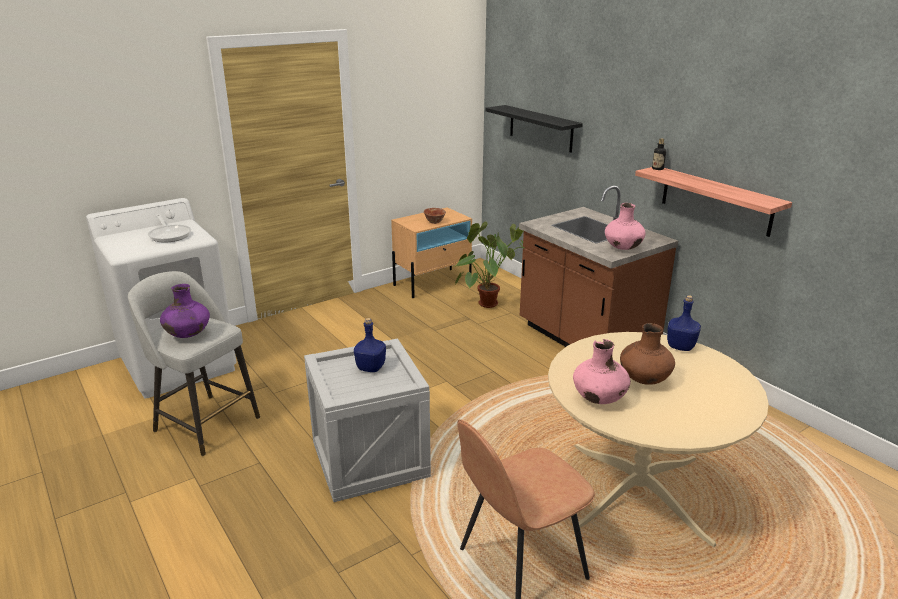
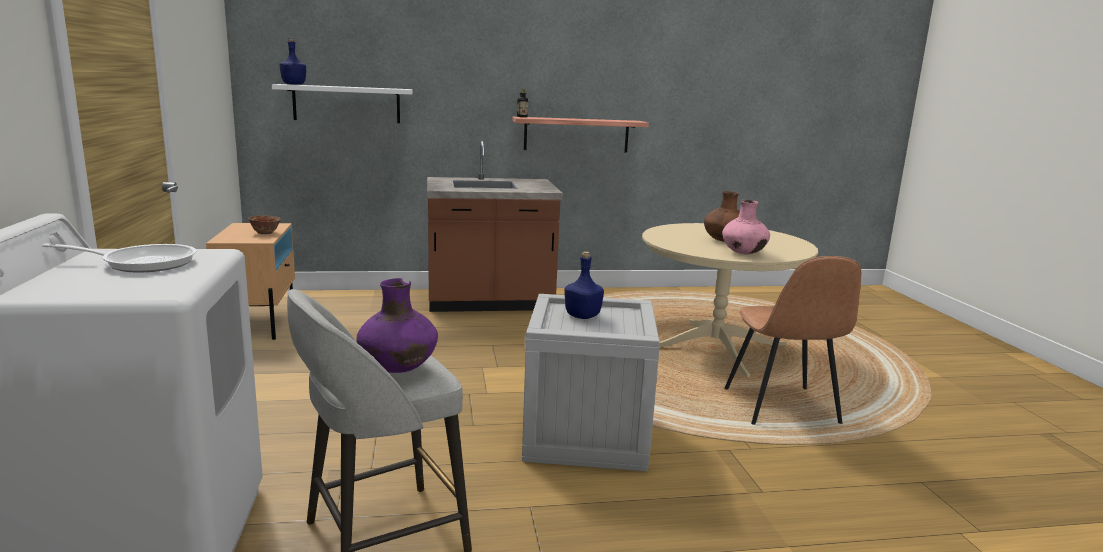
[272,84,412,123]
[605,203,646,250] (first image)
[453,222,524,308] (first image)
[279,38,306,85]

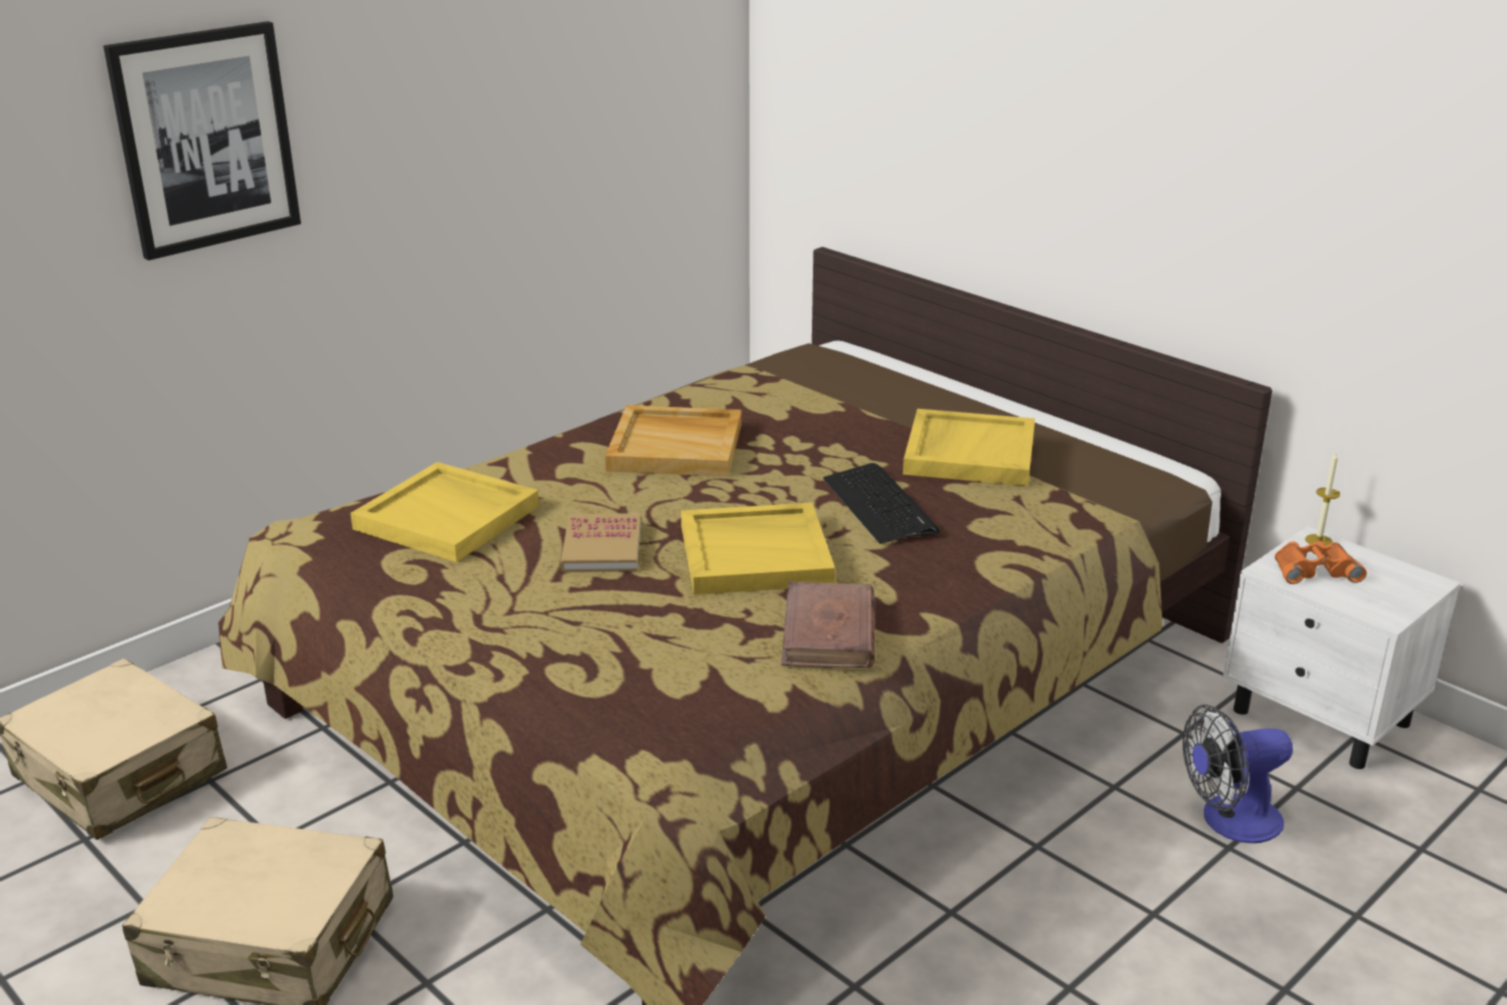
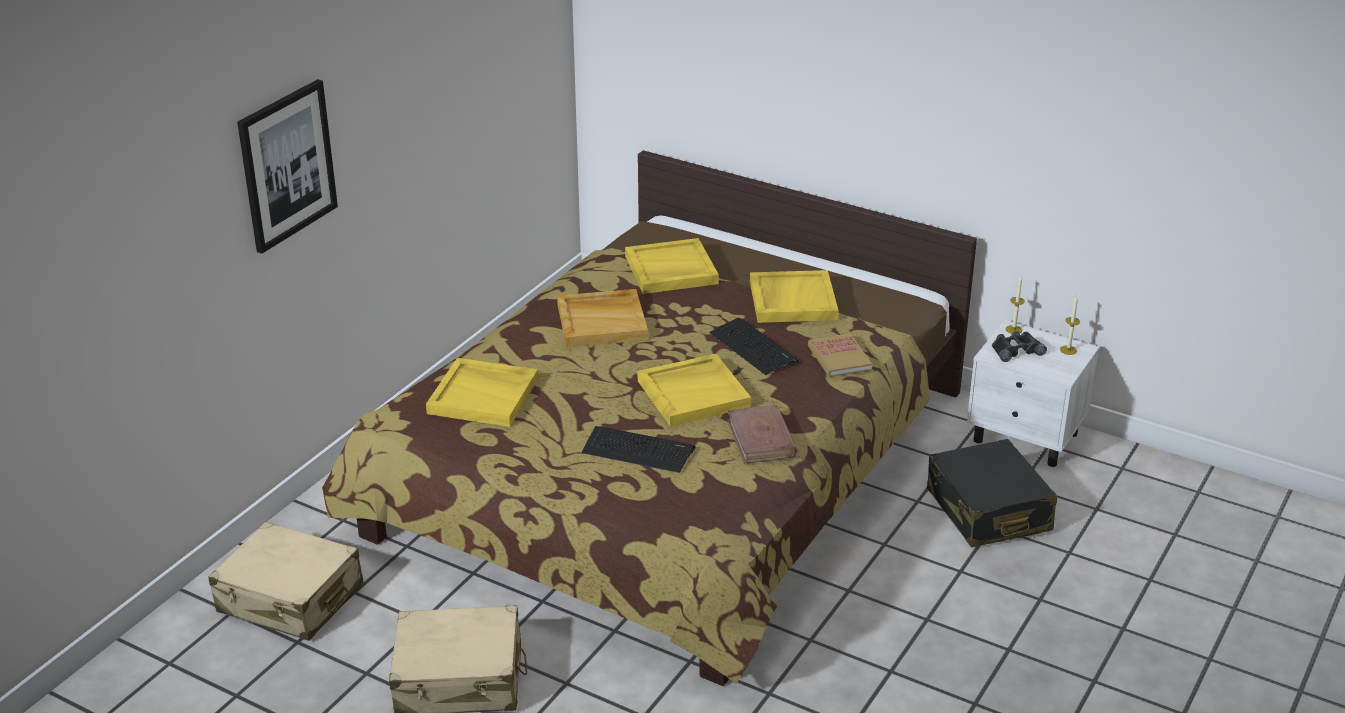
[808,333,872,377]
[992,331,1047,362]
[927,439,1057,547]
[625,238,719,294]
[1060,296,1080,355]
[582,426,696,473]

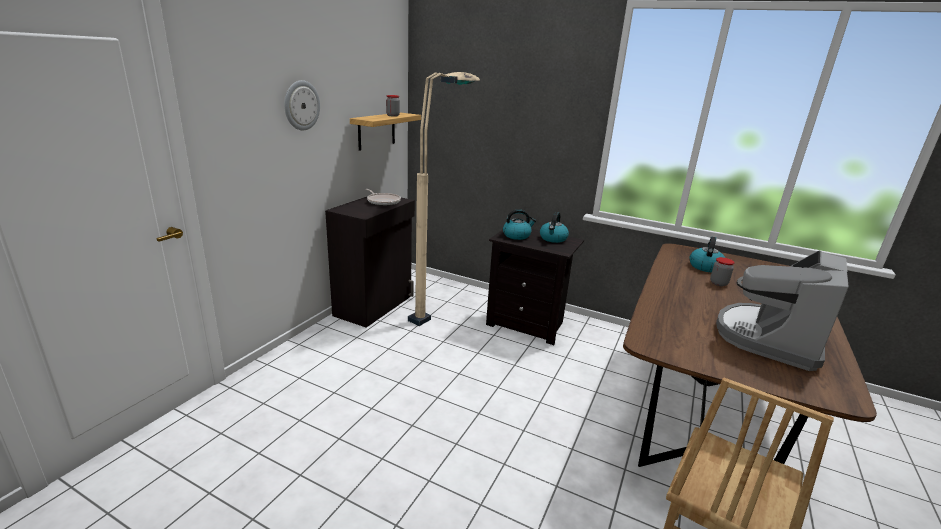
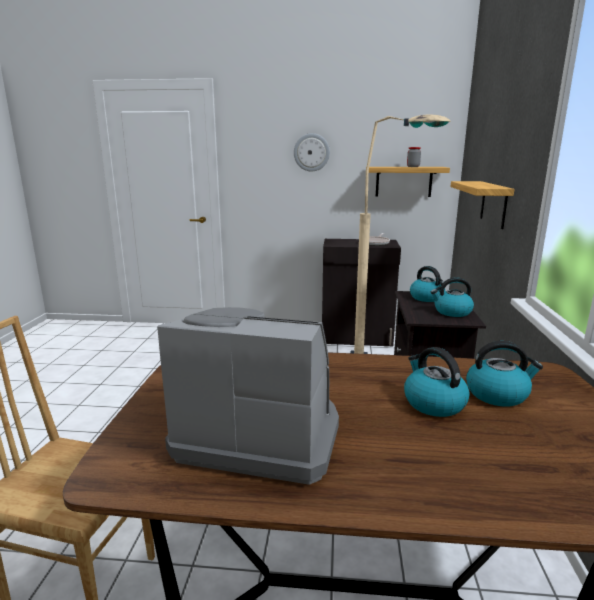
[404,347,470,417]
[450,181,515,229]

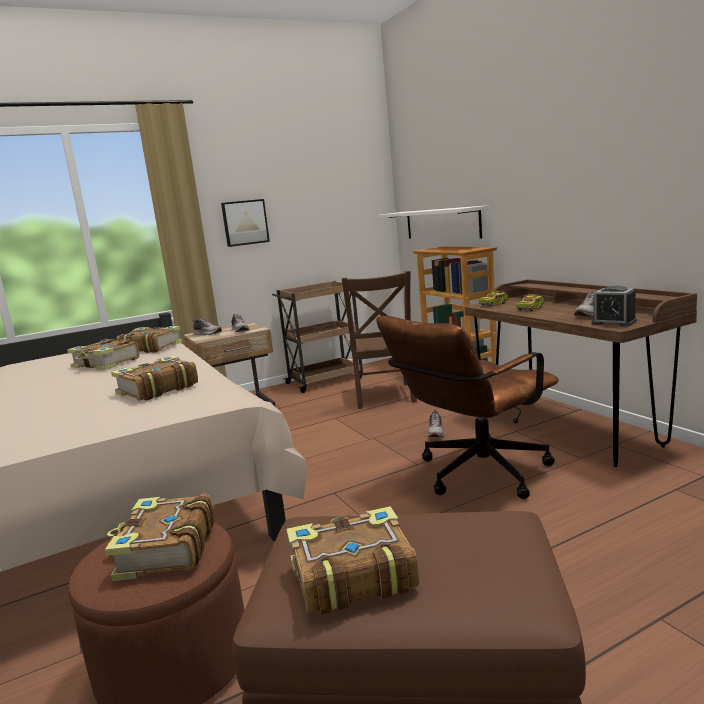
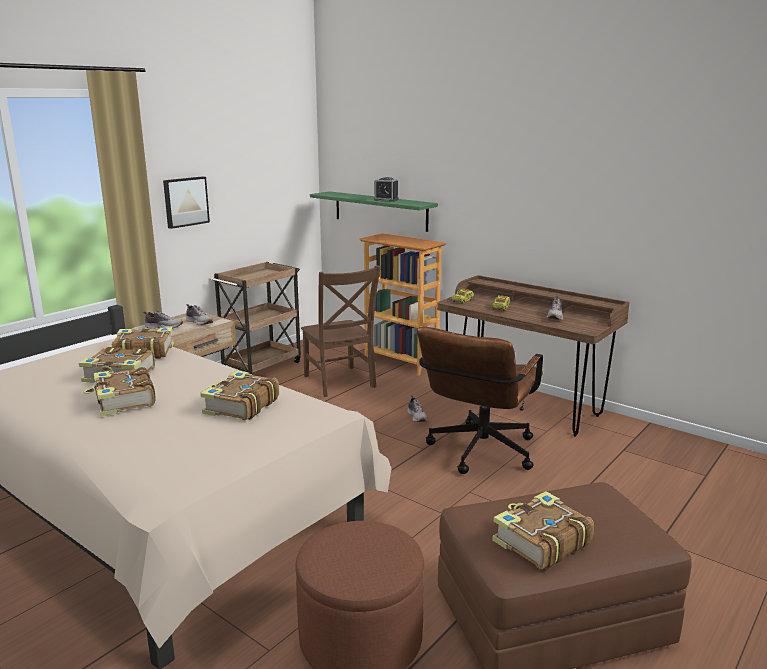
[310,191,438,232]
[373,177,399,202]
[84,367,156,416]

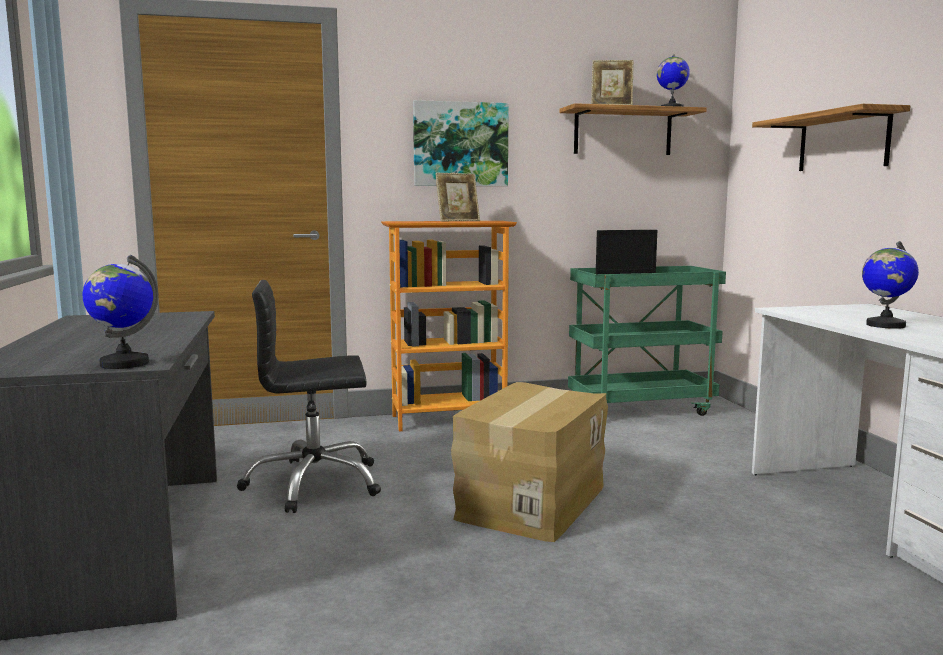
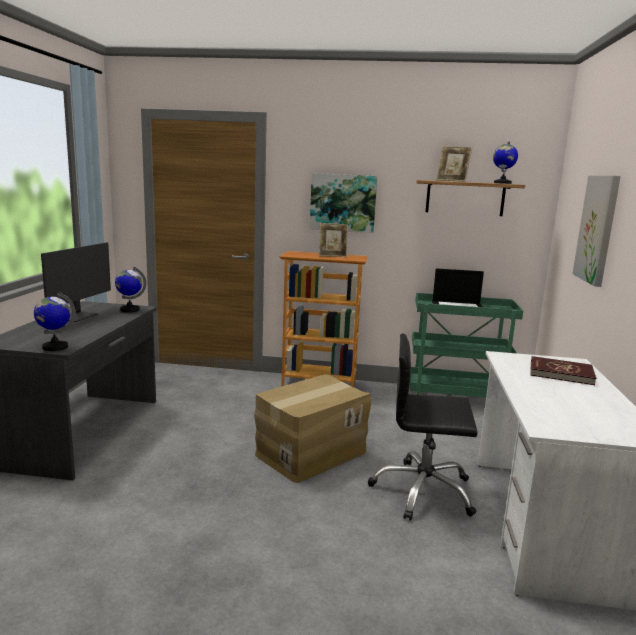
[572,176,621,287]
[115,267,146,312]
[368,333,478,521]
[41,242,111,322]
[530,356,596,385]

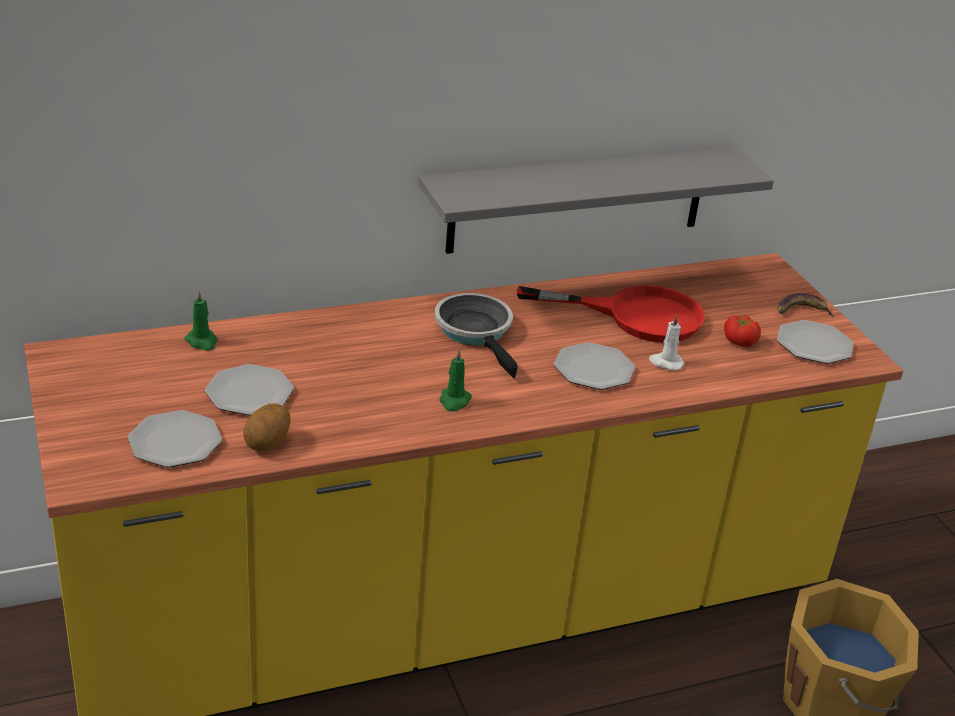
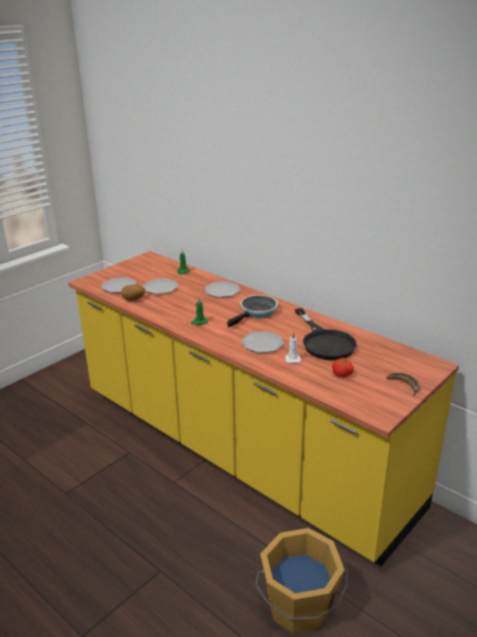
[418,147,774,254] (first image)
[295,308,357,360]
[205,281,240,297]

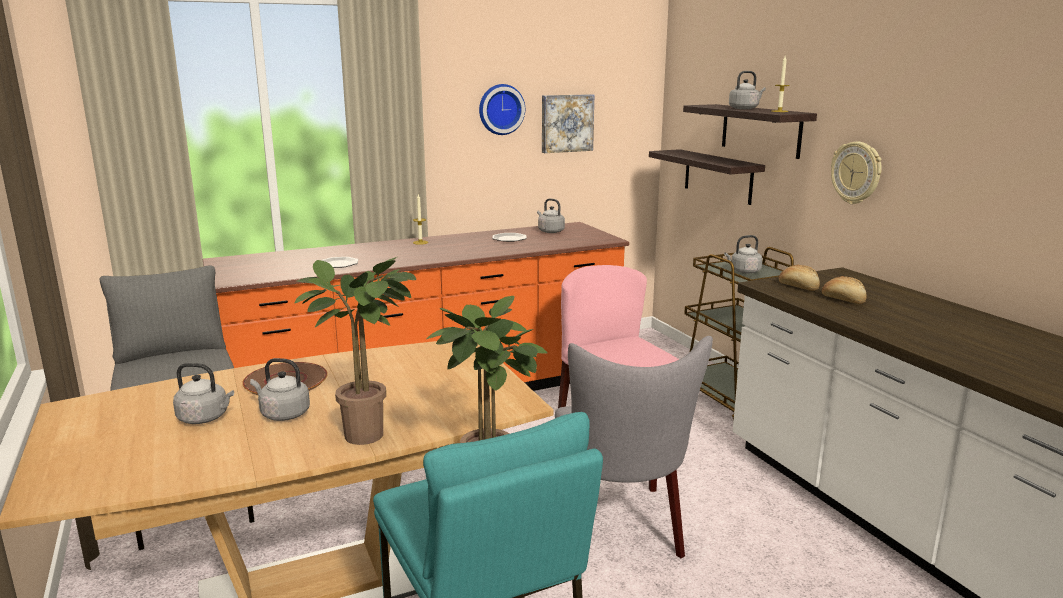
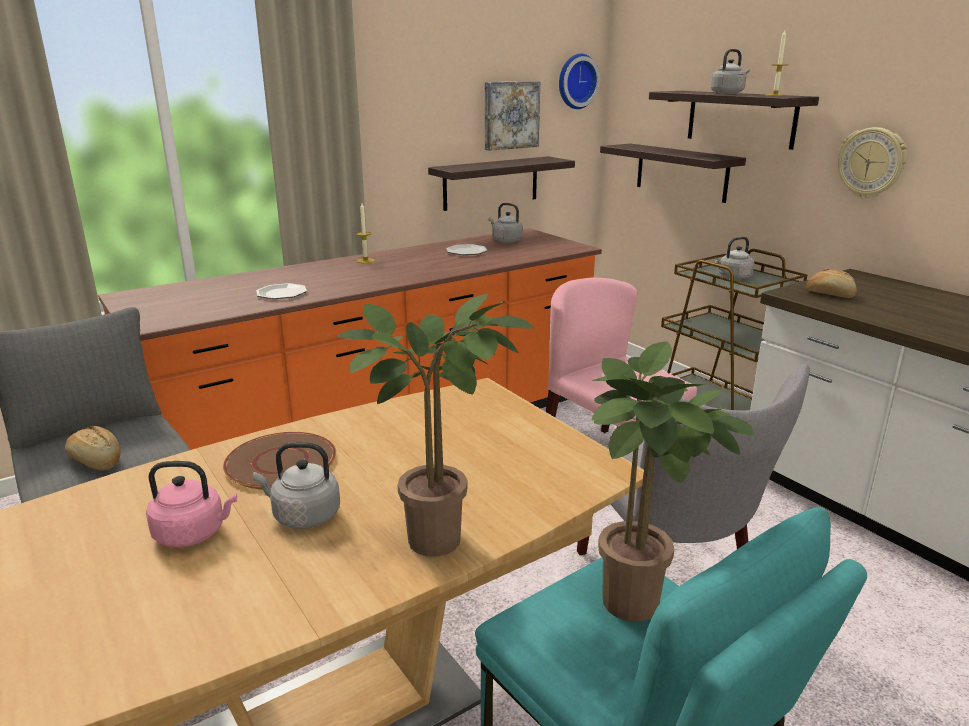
[559,54,600,109]
[65,426,121,470]
[146,461,237,548]
[428,156,575,211]

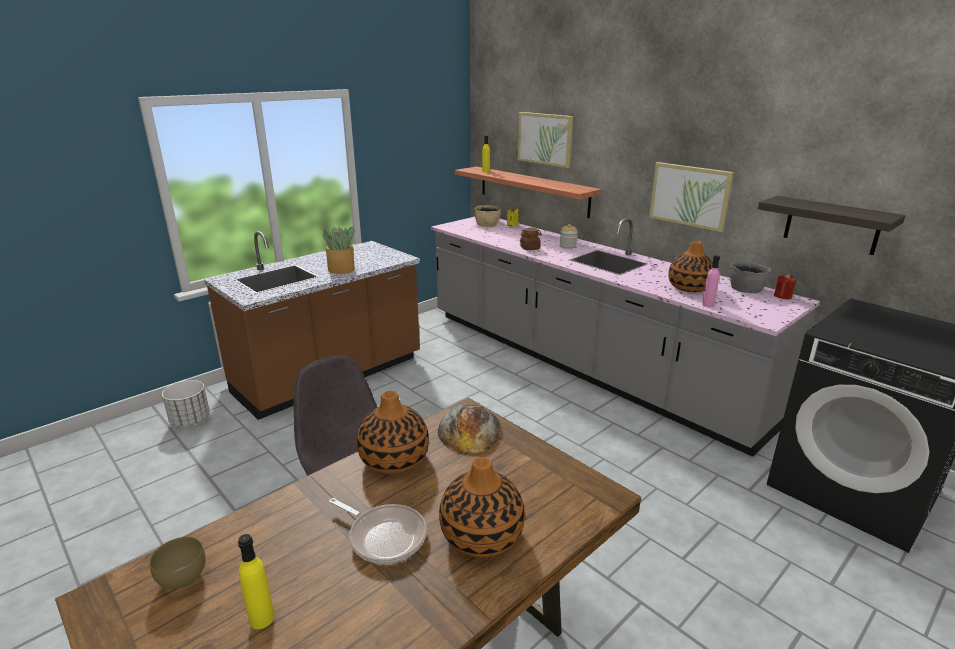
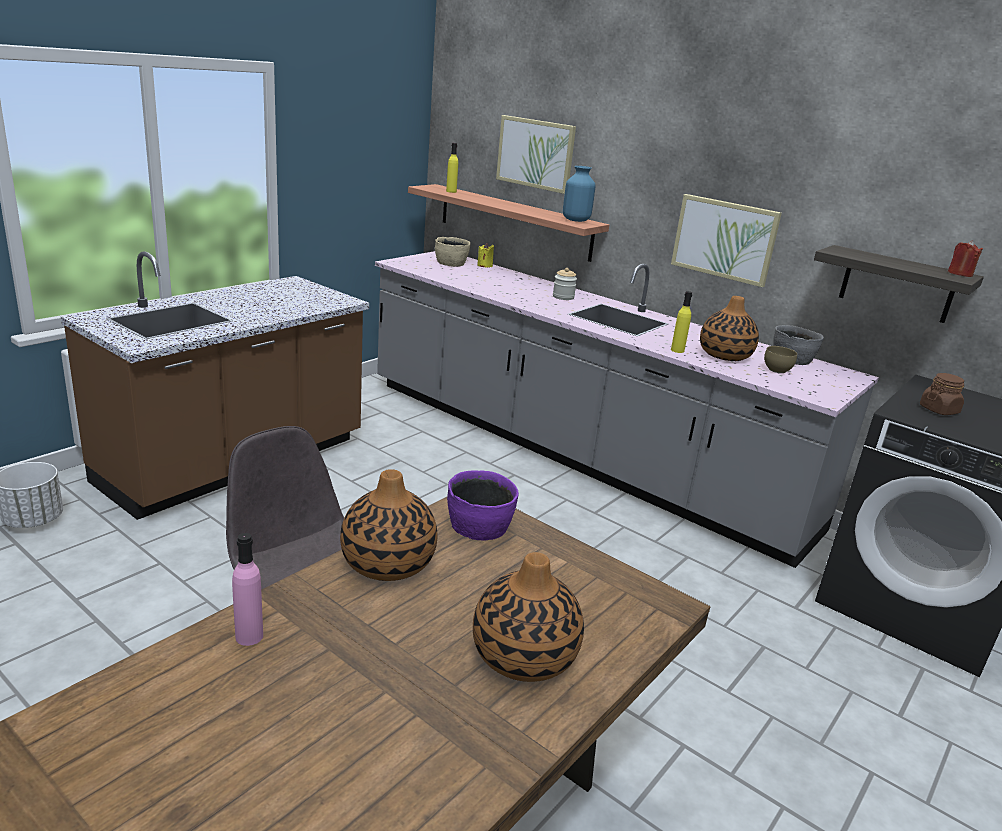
[323,226,355,274] (first image)
[920,373,964,415]
[232,533,263,646]
[948,240,983,277]
[447,470,519,541]
[329,498,427,564] (first image)
[671,291,692,353]
[764,346,797,373]
[563,166,596,222]

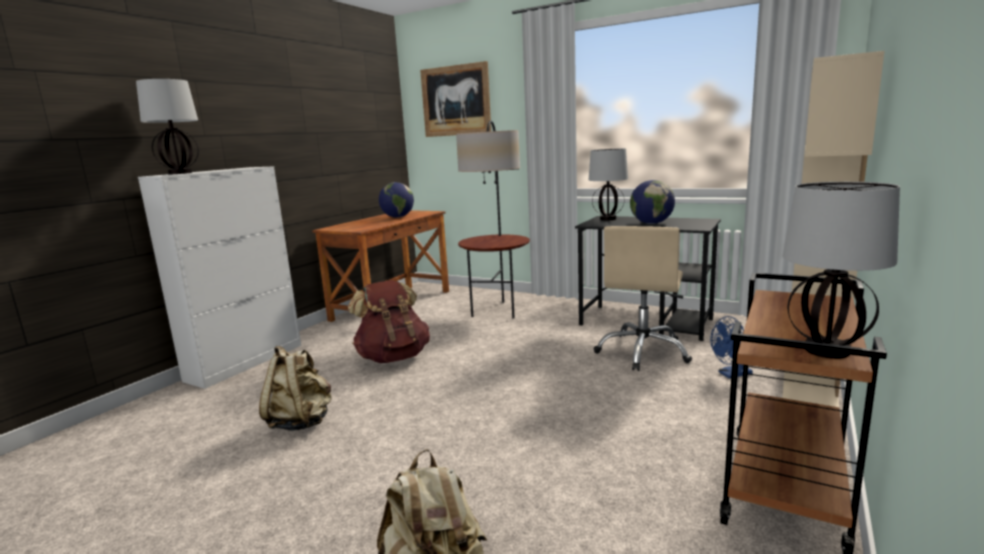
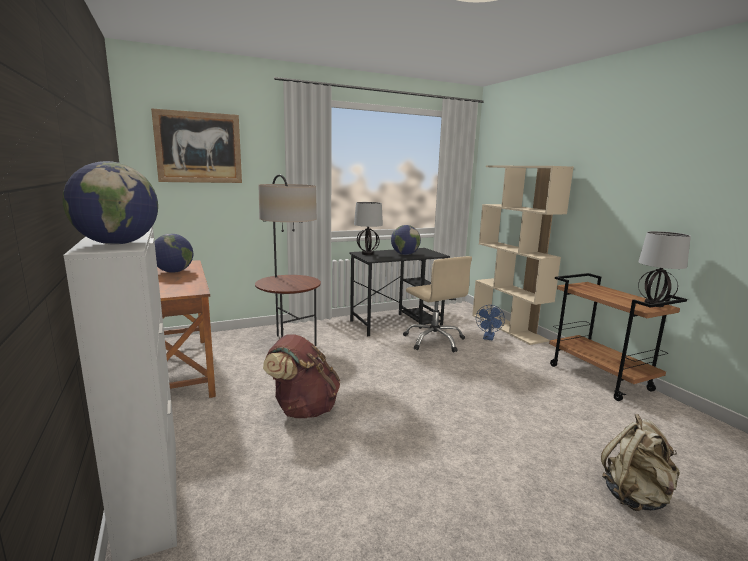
[62,161,158,245]
[259,346,332,431] (first image)

